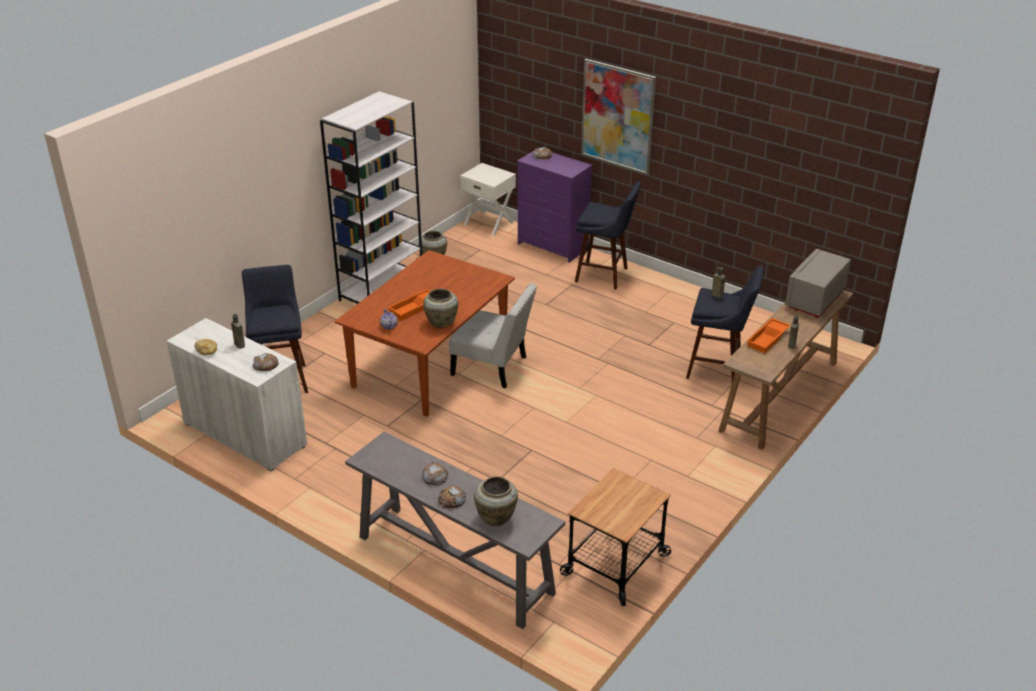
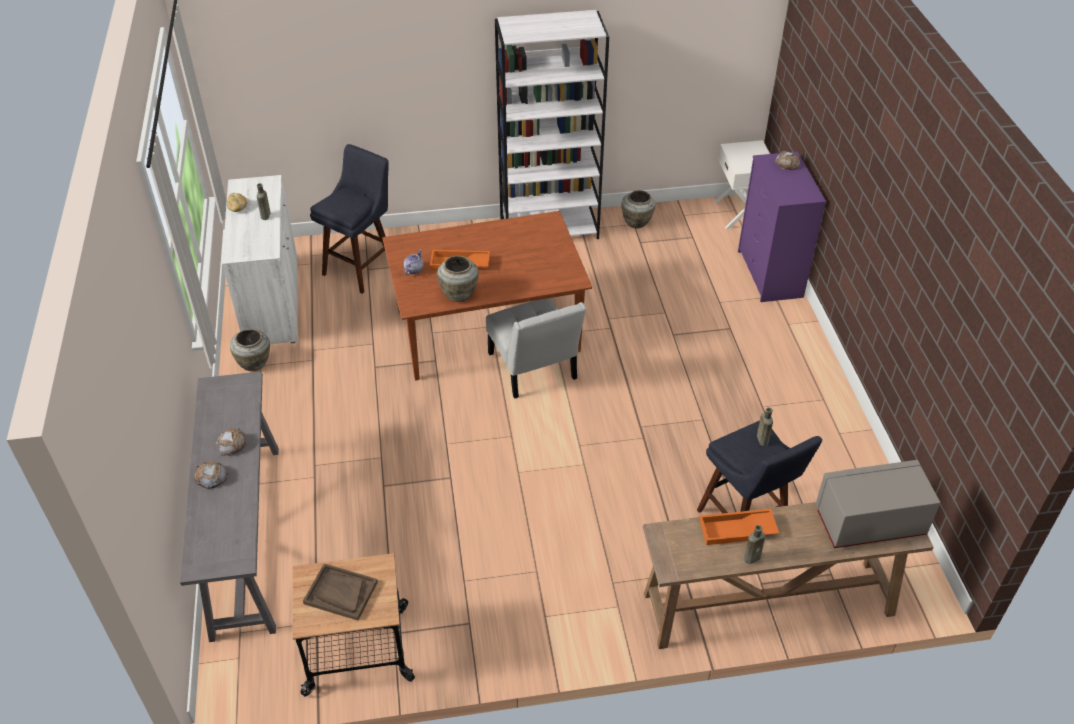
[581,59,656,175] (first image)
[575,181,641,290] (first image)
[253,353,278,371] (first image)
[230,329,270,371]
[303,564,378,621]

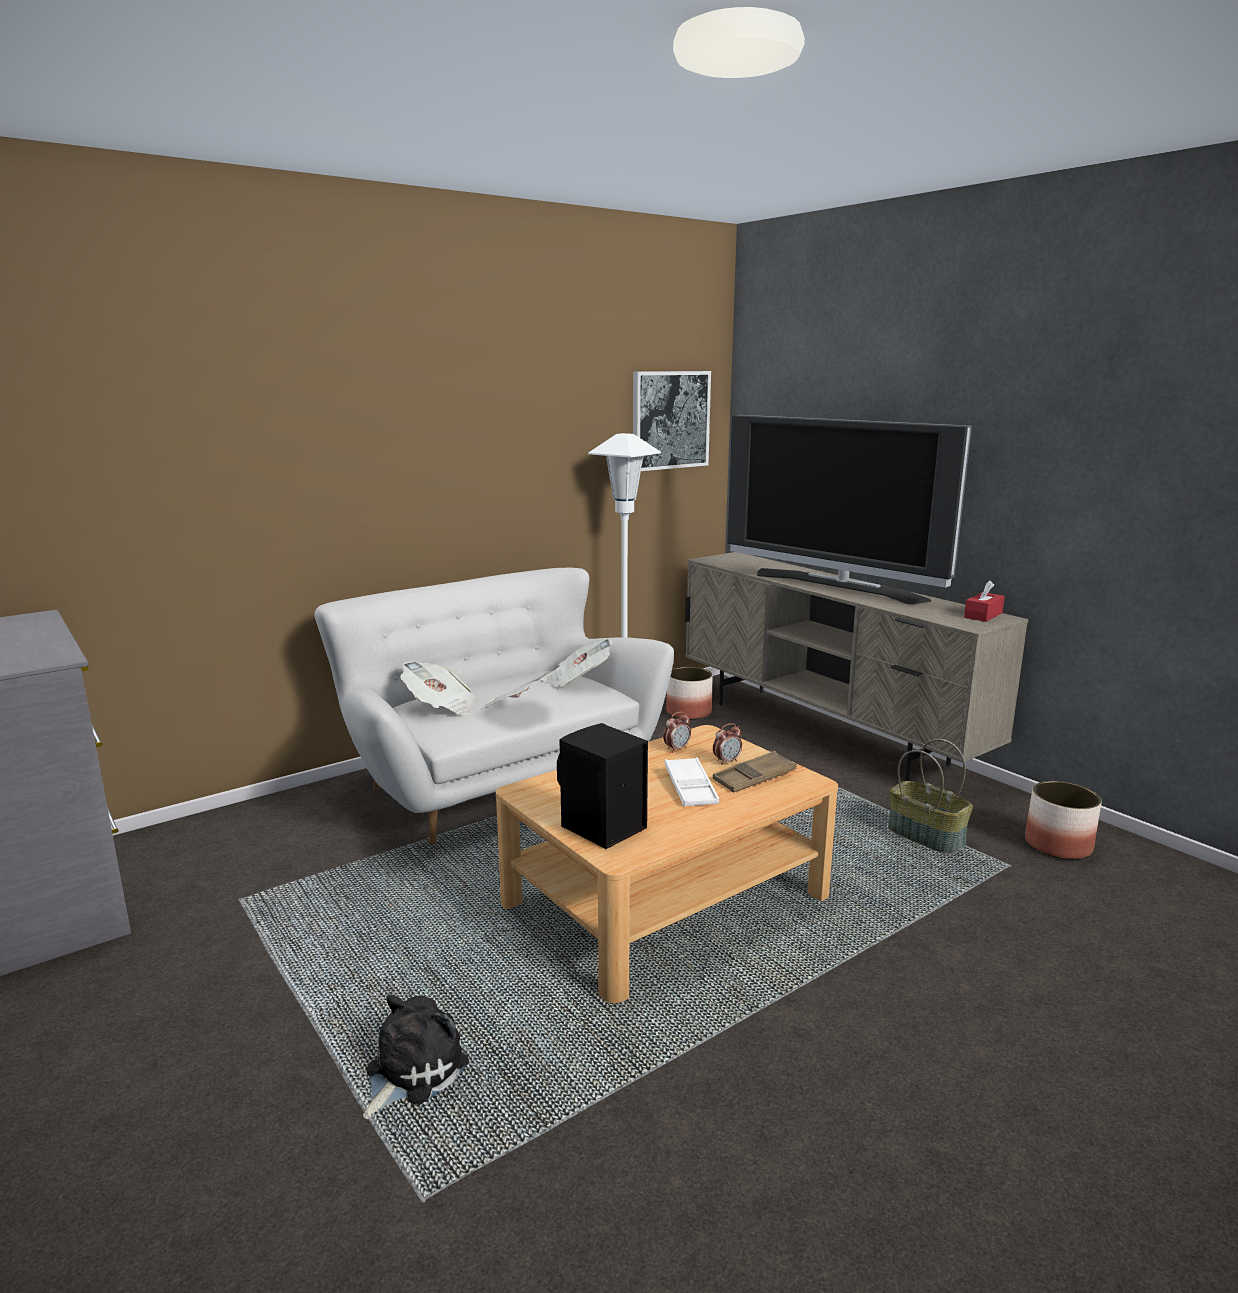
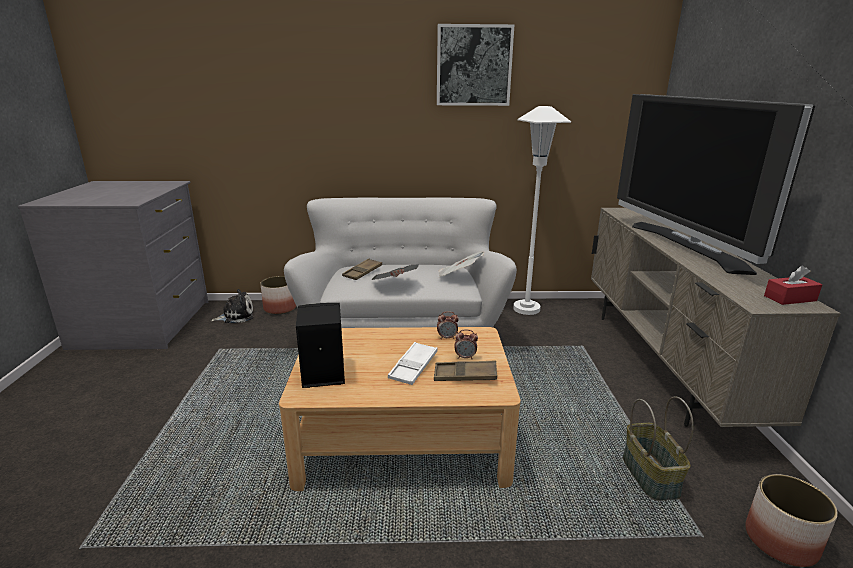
[437,24,515,106]
[342,259,382,280]
[260,276,296,314]
[211,289,253,323]

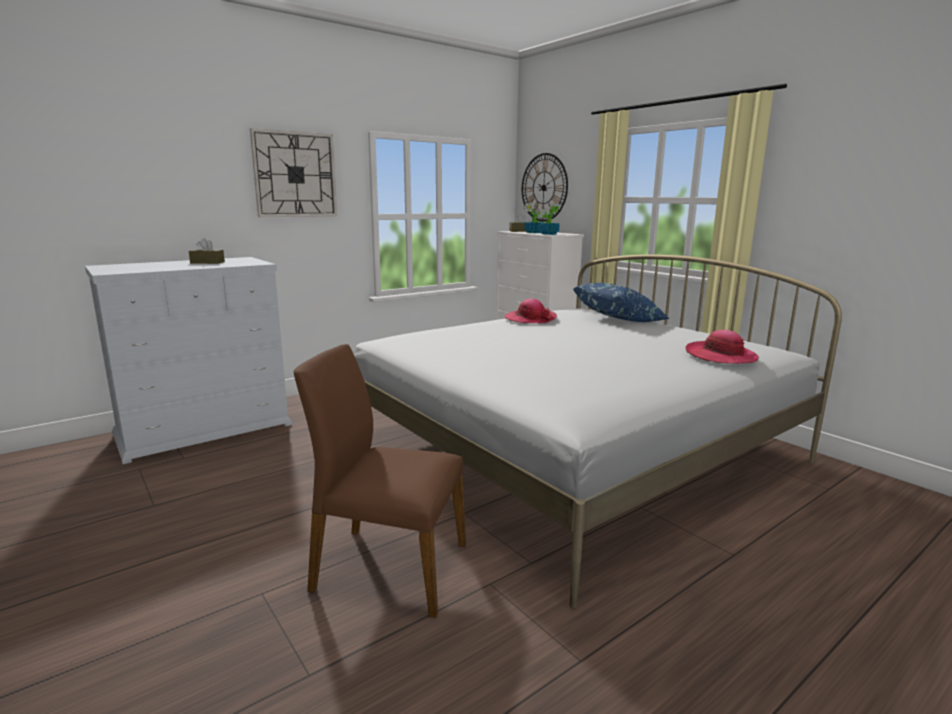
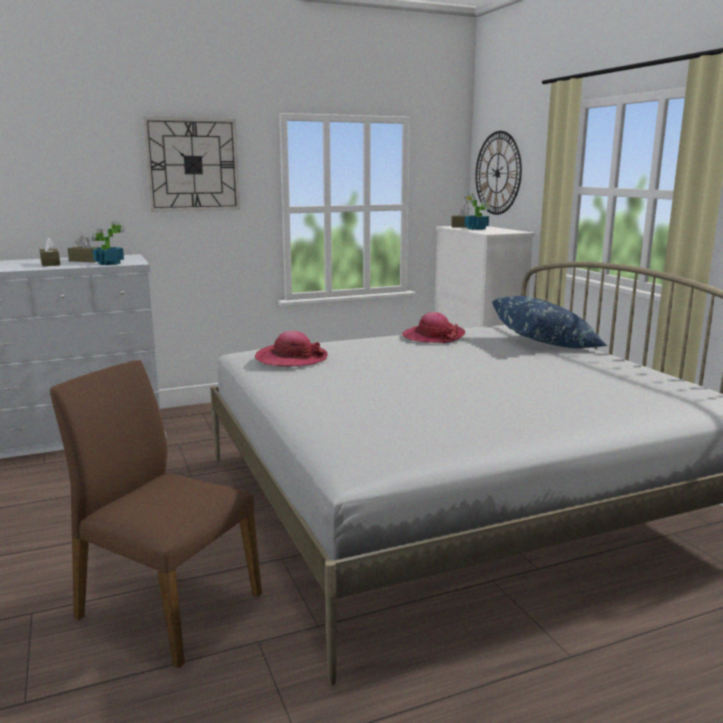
[91,221,125,265]
[255,331,328,367]
[40,238,60,266]

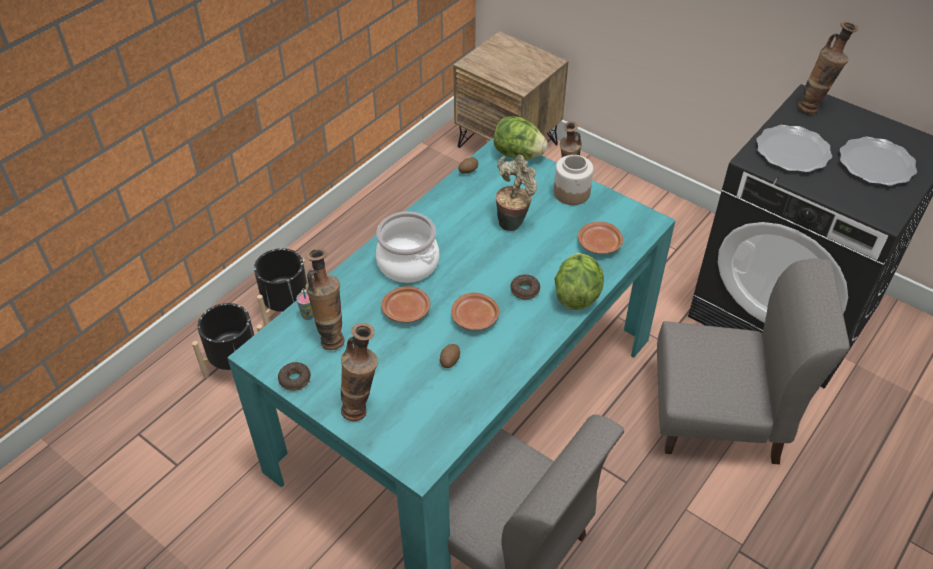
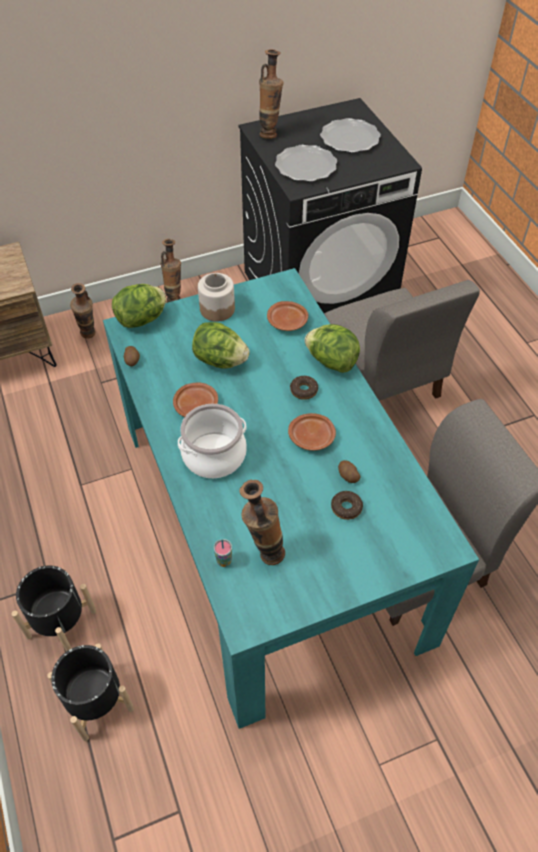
[192,322,250,368]
[324,280,480,401]
[173,383,218,417]
[160,239,181,303]
[331,491,363,520]

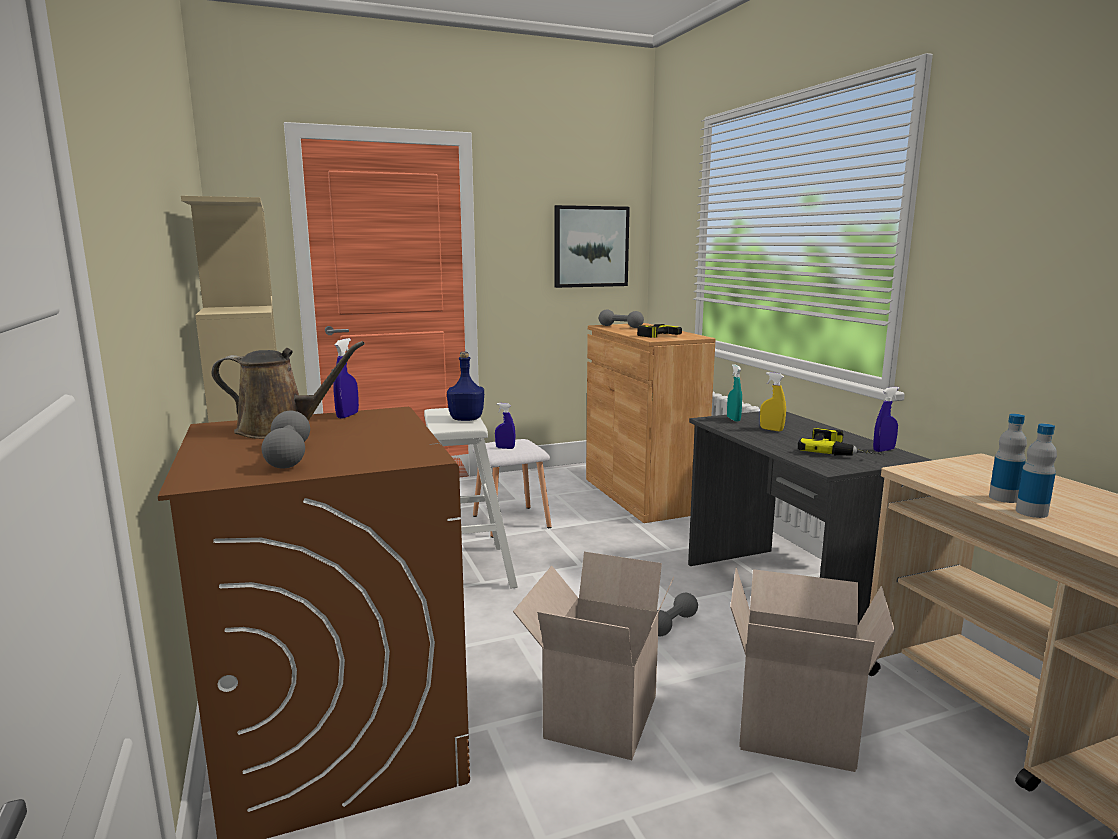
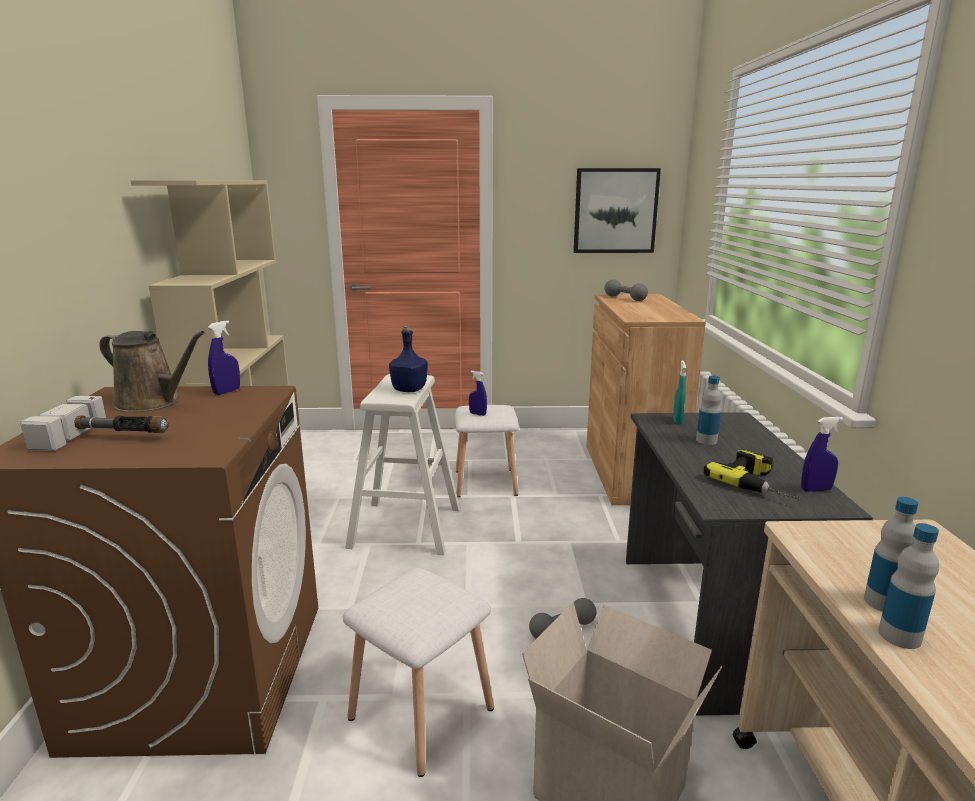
[637,324,682,338] (first image)
[696,376,722,445]
[20,396,169,451]
[343,568,494,777]

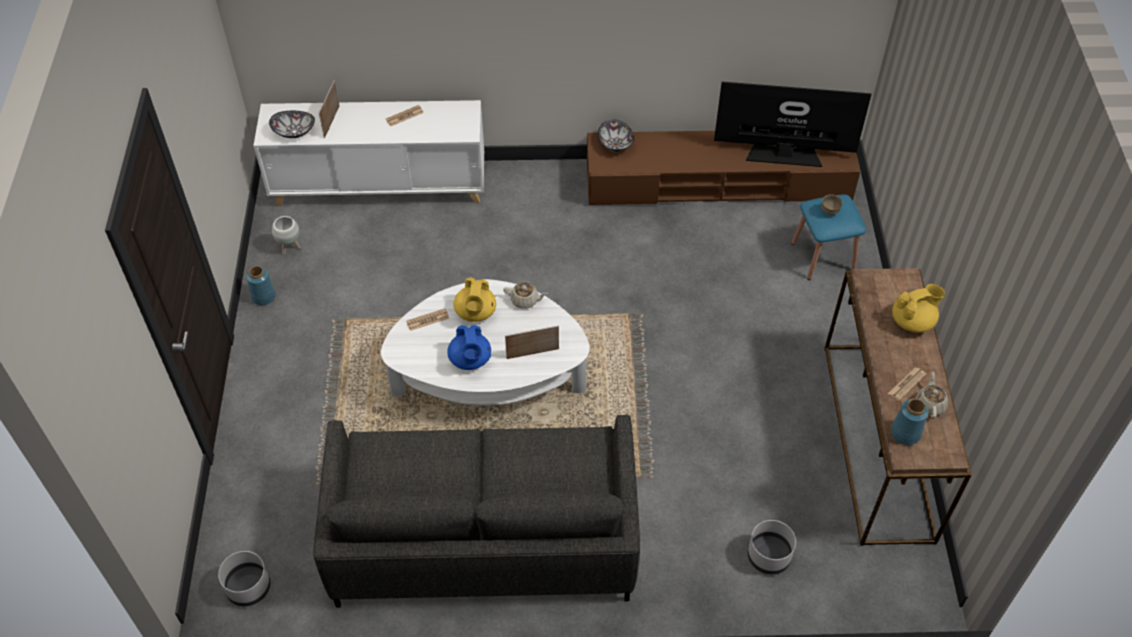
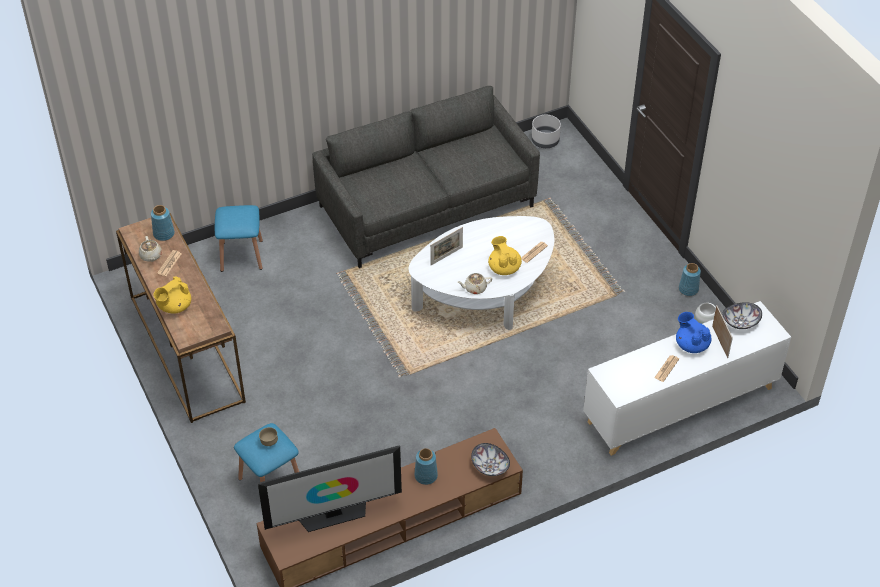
[676,312,711,353]
[215,205,263,272]
[414,448,438,485]

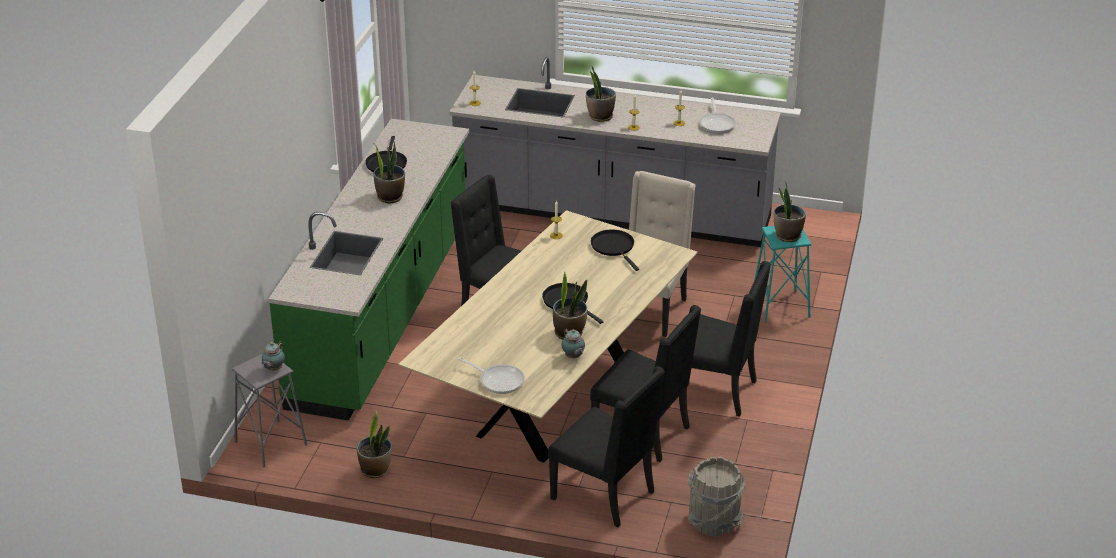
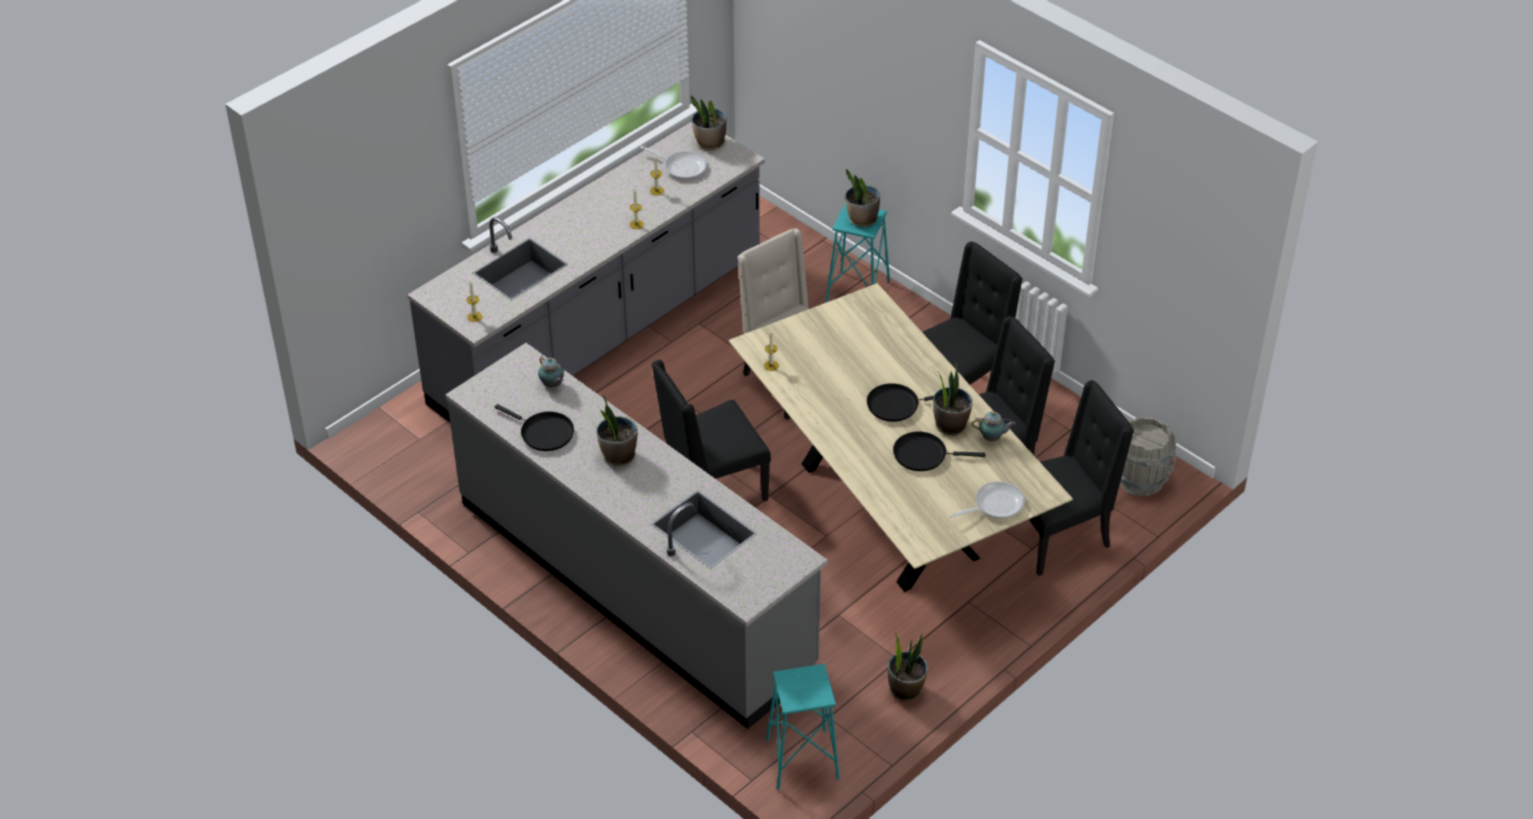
[691,96,726,150]
[445,343,828,729]
[893,432,985,471]
[538,356,564,388]
[766,664,840,790]

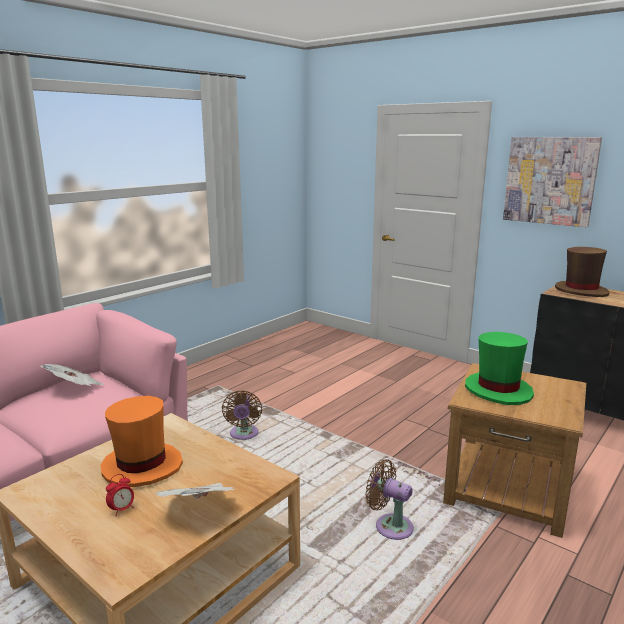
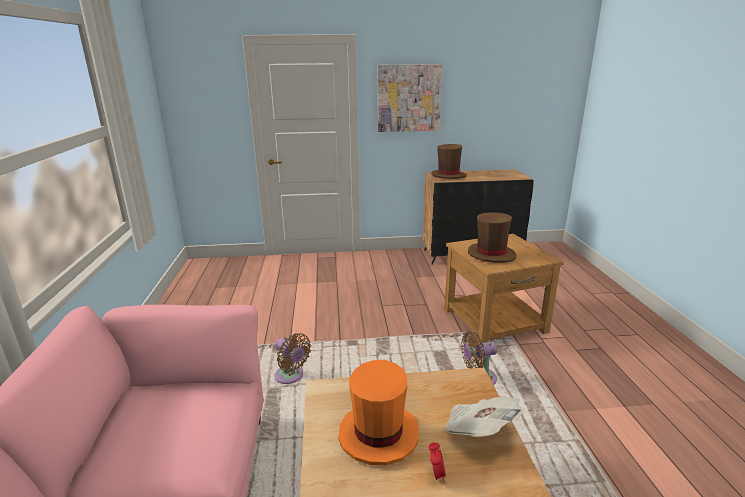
[468,212,516,263]
[40,364,105,386] (first image)

